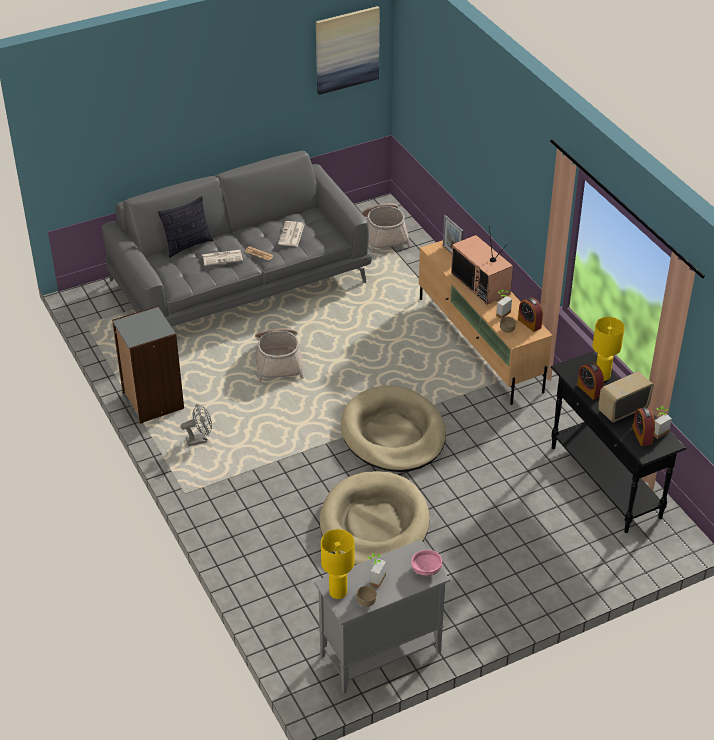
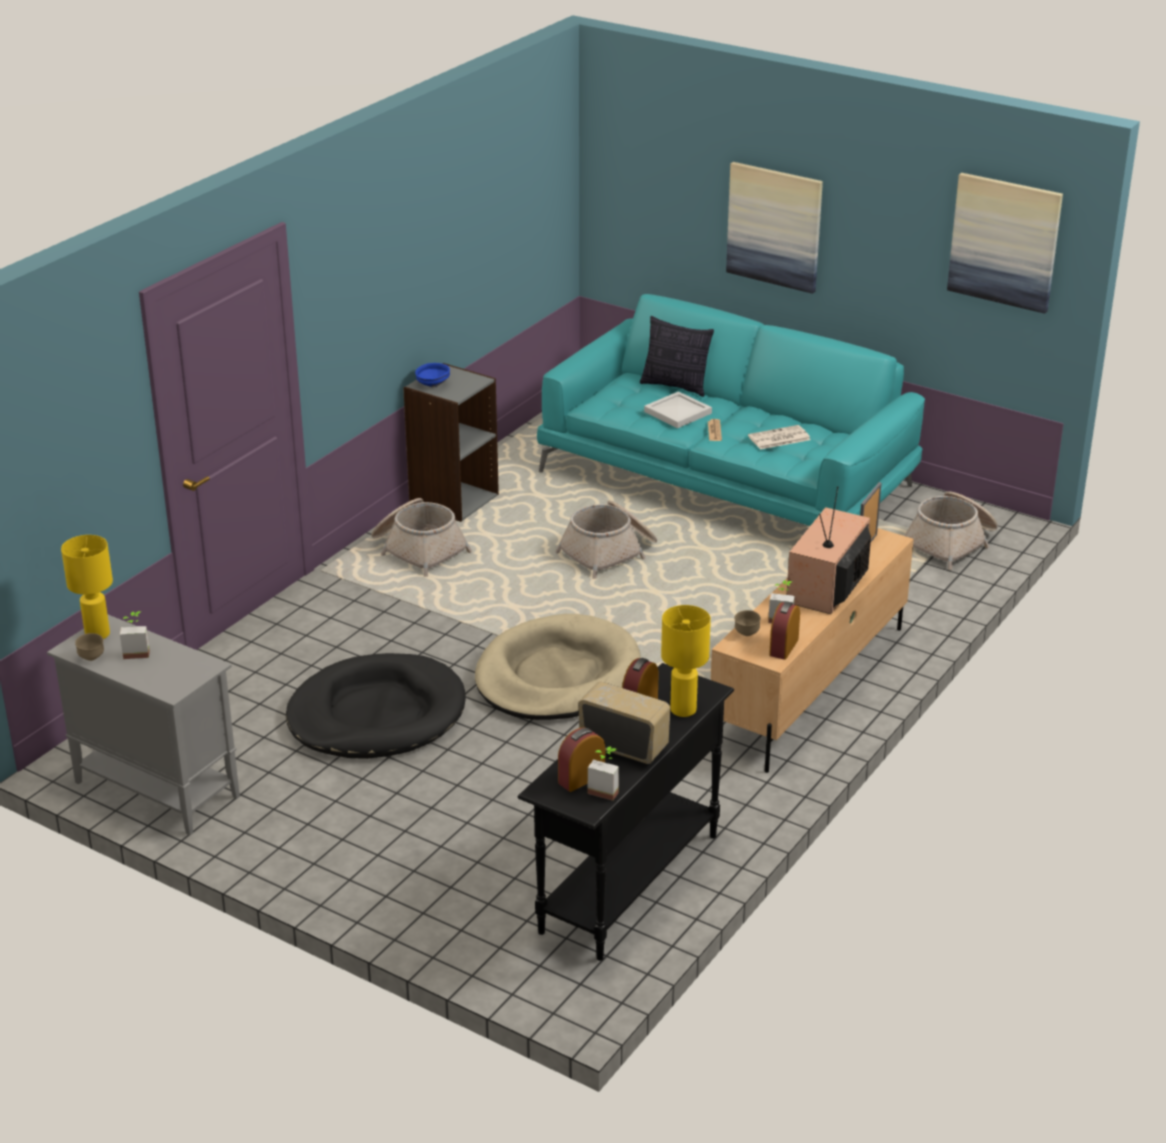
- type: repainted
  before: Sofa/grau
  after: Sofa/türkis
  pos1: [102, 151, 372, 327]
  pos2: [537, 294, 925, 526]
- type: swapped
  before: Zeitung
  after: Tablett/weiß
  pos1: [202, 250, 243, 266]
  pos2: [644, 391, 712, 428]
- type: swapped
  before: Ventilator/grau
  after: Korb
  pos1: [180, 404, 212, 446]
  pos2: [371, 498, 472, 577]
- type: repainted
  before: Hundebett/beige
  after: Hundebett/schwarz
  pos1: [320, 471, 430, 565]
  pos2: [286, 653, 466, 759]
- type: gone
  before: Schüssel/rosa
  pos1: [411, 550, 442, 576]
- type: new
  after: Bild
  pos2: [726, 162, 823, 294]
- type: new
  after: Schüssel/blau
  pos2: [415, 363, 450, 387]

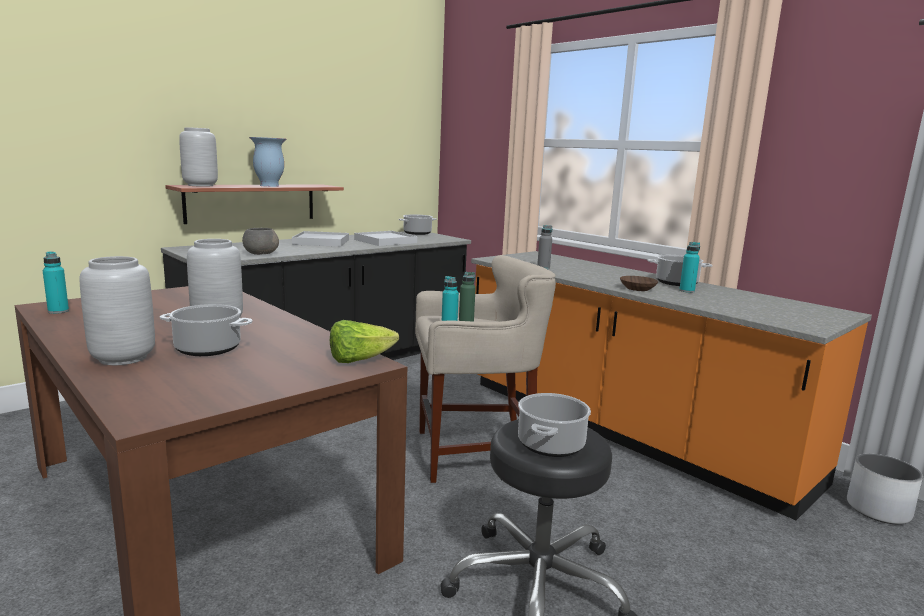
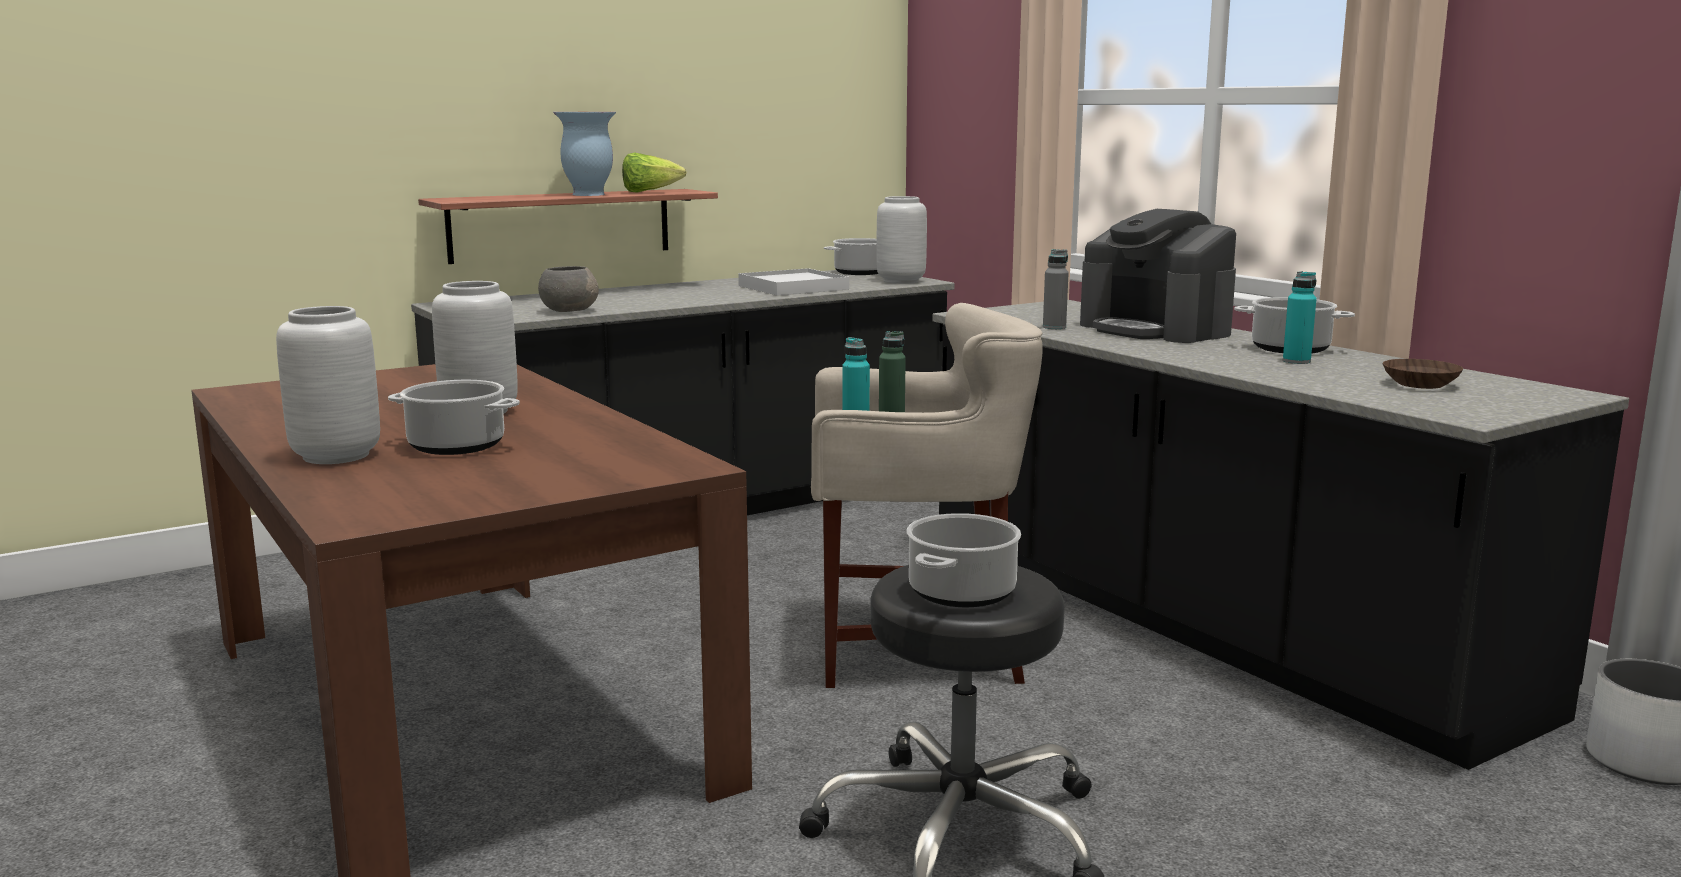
- type: shifted
  before: Vase/grau
  pos1: [179, 127, 218, 187]
  pos2: [876, 196, 927, 283]
- type: gone
  before: Tablett/weiß
  pos1: [292, 231, 349, 247]
- type: gone
  before: Flasche/türkis
  pos1: [43, 251, 69, 314]
- type: repainted
  before: Küchenzeile/orange
  after: Küchenzeile/schwarz
  pos1: [471, 251, 872, 520]
  pos2: [932, 300, 1629, 770]
- type: shifted
  before: Schüssel/braun
  pos1: [620, 276, 658, 291]
  pos2: [1383, 359, 1463, 389]
- type: shifted
  before: Salatkopf
  pos1: [330, 320, 399, 363]
  pos2: [622, 153, 687, 193]
- type: new
  after: Kaffeemaschine
  pos2: [1080, 209, 1236, 343]

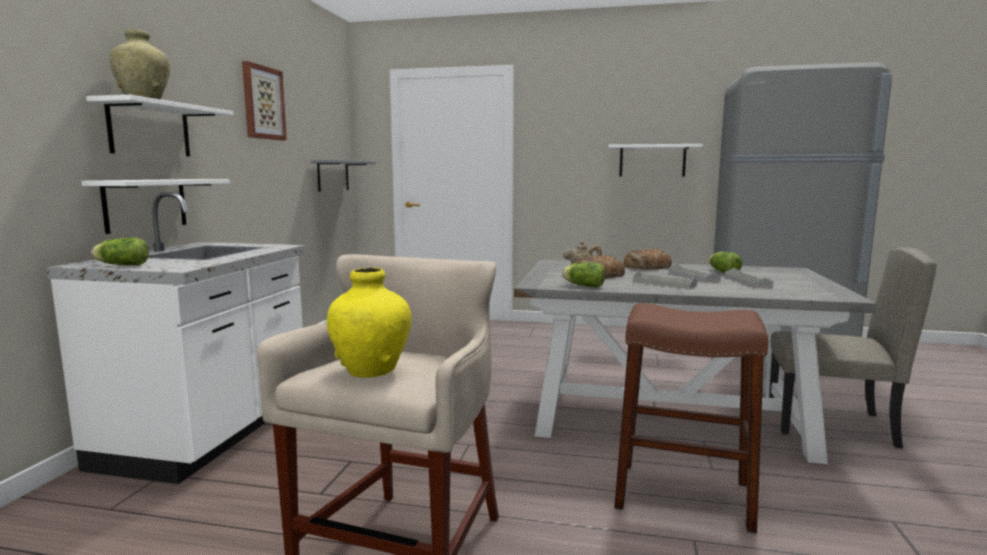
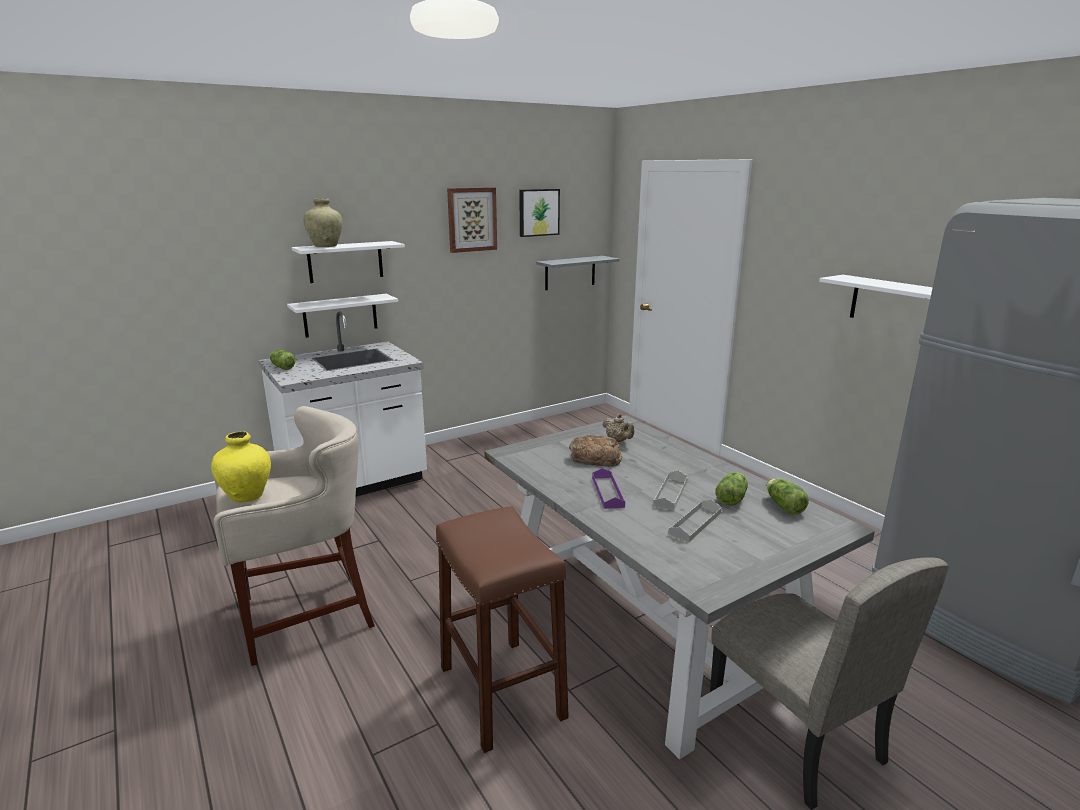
- type: gone
  before: Brot
  pos1: [623, 248, 672, 270]
- type: shifted
  before: Salatkopf
  pos1: [562, 262, 606, 287]
  pos2: [767, 479, 809, 514]
- type: repainted
  before: Tablett/grau
  after: Tablett/lila
  pos1: [633, 271, 697, 289]
  pos2: [592, 468, 625, 509]
- type: new
  after: Bild
  pos2: [519, 189, 560, 237]

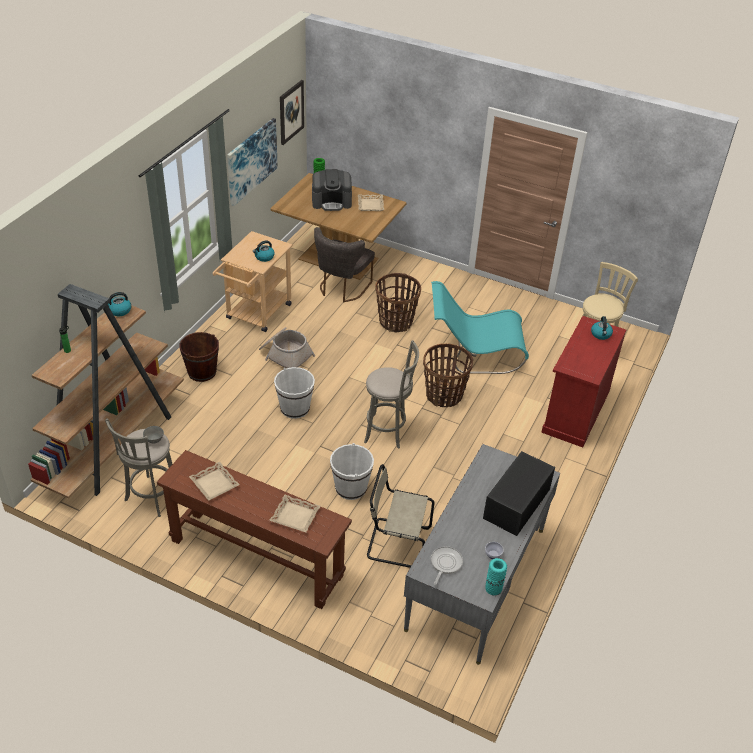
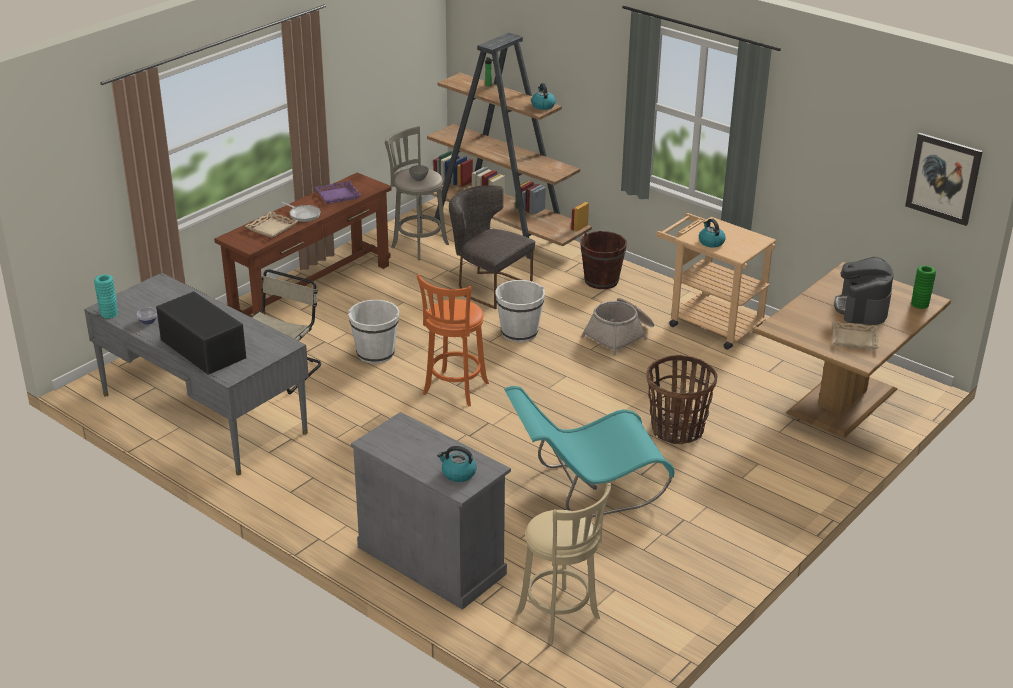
- type: gone
  before: Bild
  pos1: [227, 118, 278, 206]
- type: shifted
  before: Stuhl/grau
  pos1: [314, 227, 375, 302]
  pos2: [449, 185, 535, 309]
- type: rotated
  before: Stuhl/türkis
  pos1: [431, 281, 529, 374]
  pos2: [504, 386, 674, 517]
  turn: -120
- type: repainted
  before: Schrank/rot
  after: Schrank/grau
  pos1: [542, 316, 626, 447]
  pos2: [351, 412, 511, 610]
- type: repainted
  before: Hocker/grau
  after: Hocker/orange
  pos1: [364, 340, 419, 449]
  pos2: [417, 274, 489, 406]
- type: gone
  before: Korb
  pos1: [423, 343, 473, 407]
- type: repainted
  before: Tablett/beige
  after: Tablett/lila
  pos1: [189, 461, 240, 501]
  pos2: [314, 181, 361, 204]
- type: shifted
  before: Pfanne
  pos1: [431, 546, 463, 585]
  pos2: [281, 202, 320, 222]

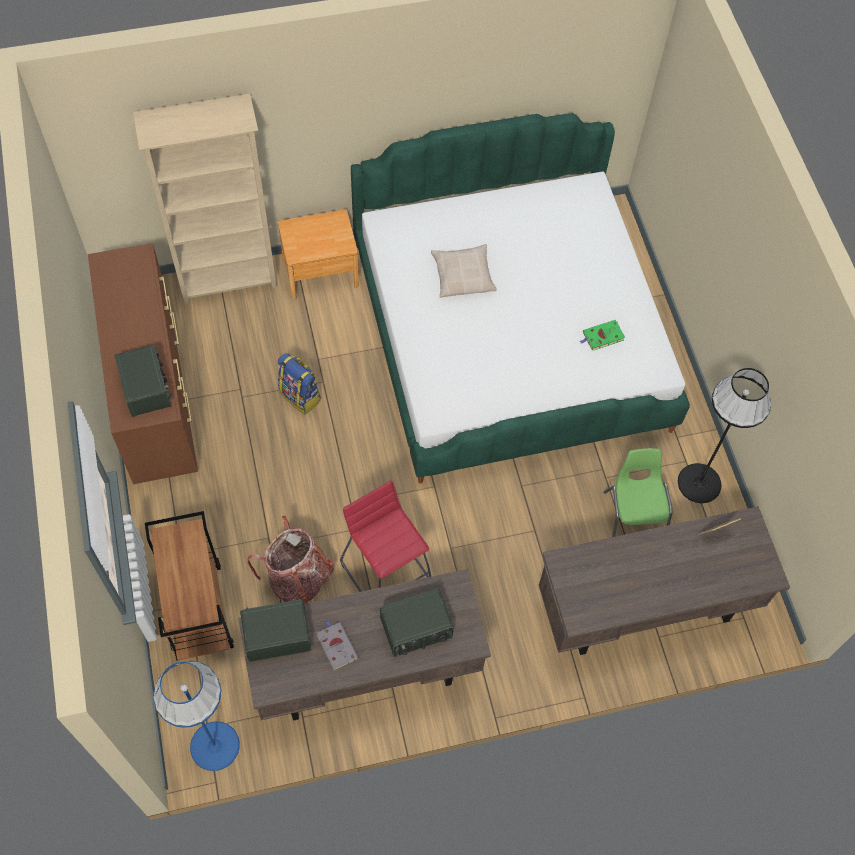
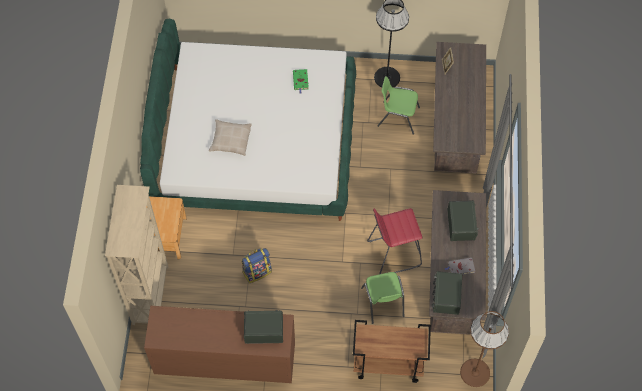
- type: swapped
  before: Rucksack
  after: Stuhl/grün
  pos1: [248, 516, 334, 604]
  pos2: [361, 272, 404, 324]
- type: repainted
  before: Stehlampe/blau
  after: Stehlampe/braun
  pos1: [153, 661, 240, 771]
  pos2: [460, 311, 509, 387]

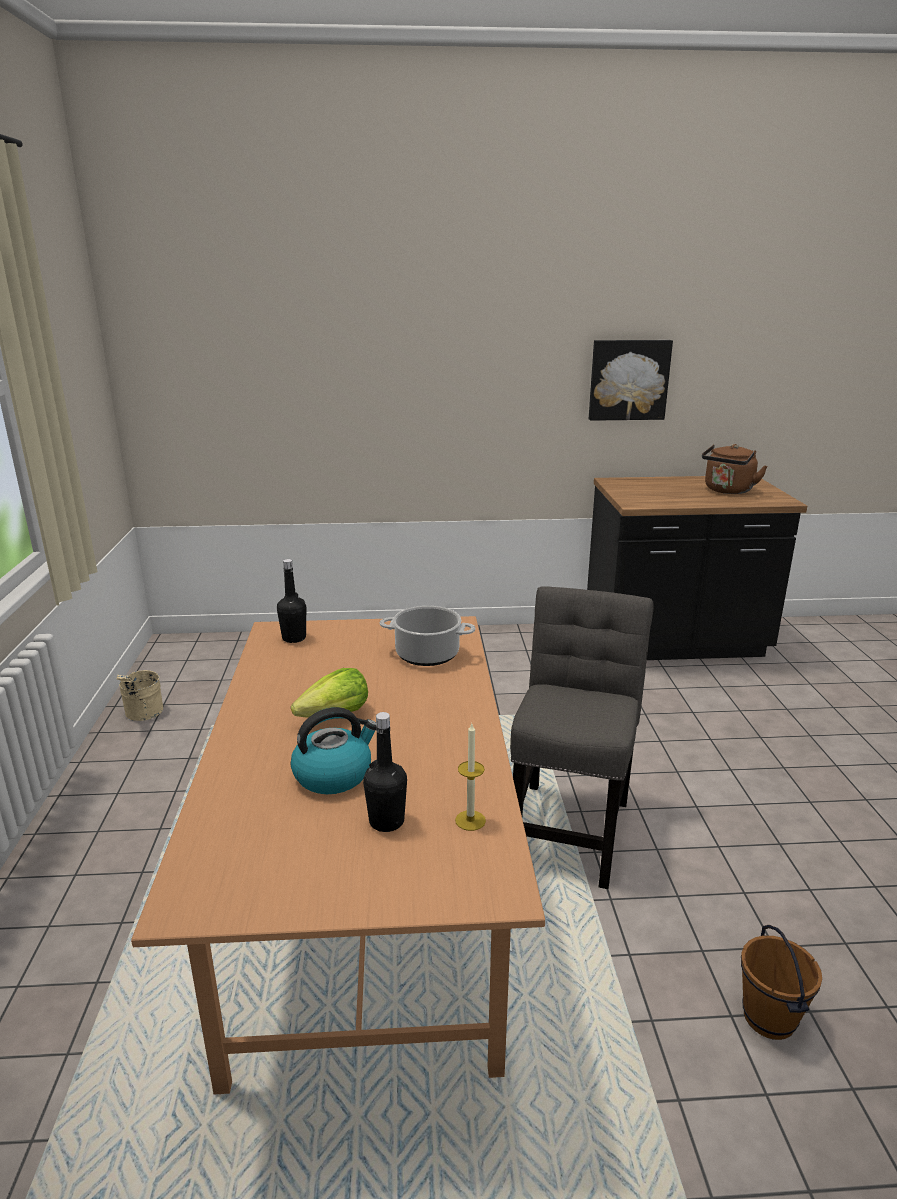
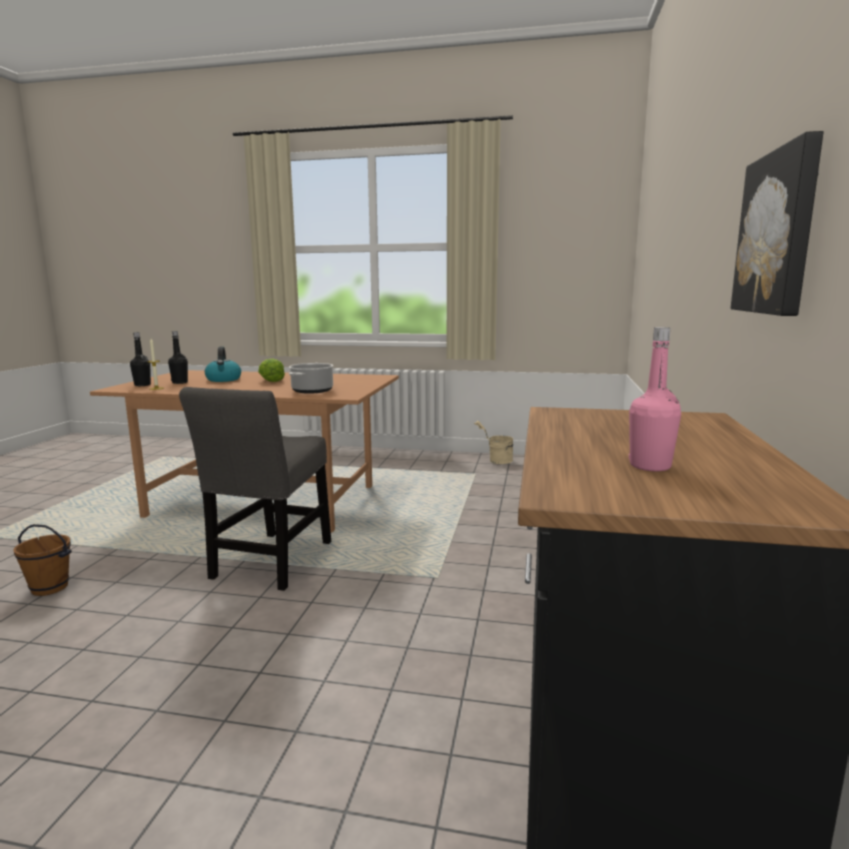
- type: swapped
  before: Wasserkessel/braun
  after: Flasche/rosa
  pos1: [702, 444, 768, 494]
  pos2: [629, 327, 681, 471]
- type: shifted
  before: Flasche/schwarz
  pos1: [277, 559, 306, 643]
  pos2: [130, 332, 151, 386]
- type: rotated
  before: Stuhl/grau
  pos1: [510, 586, 654, 889]
  pos2: [179, 387, 331, 591]
  turn: 75

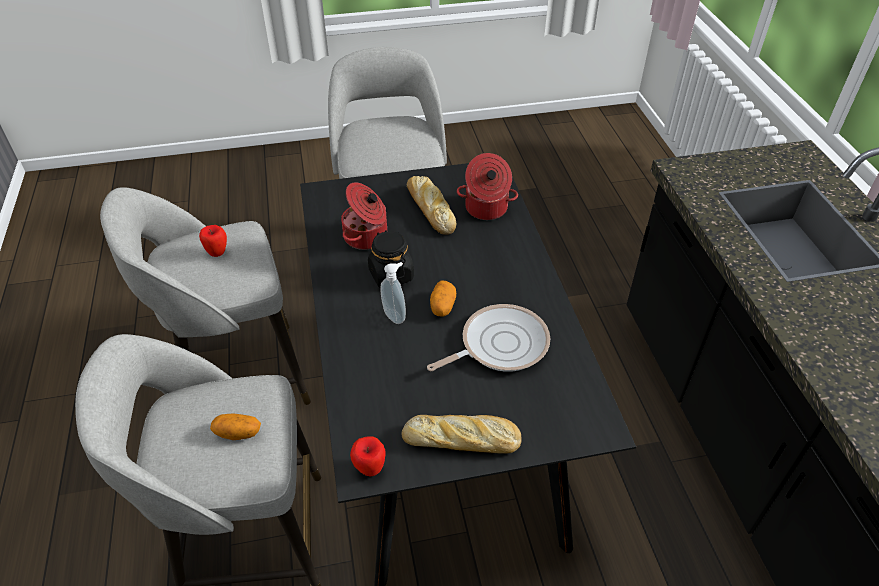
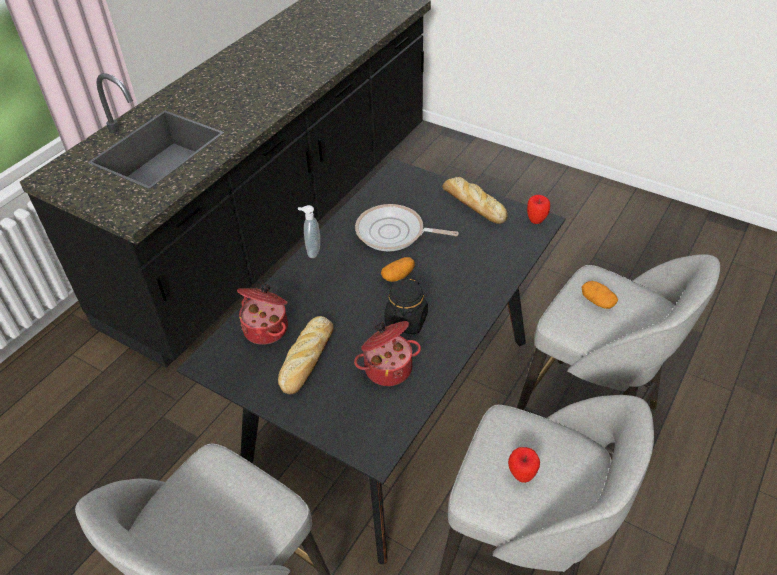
- type: shifted
  before: Seifenspender
  pos1: [380, 262, 406, 324]
  pos2: [298, 205, 320, 258]

